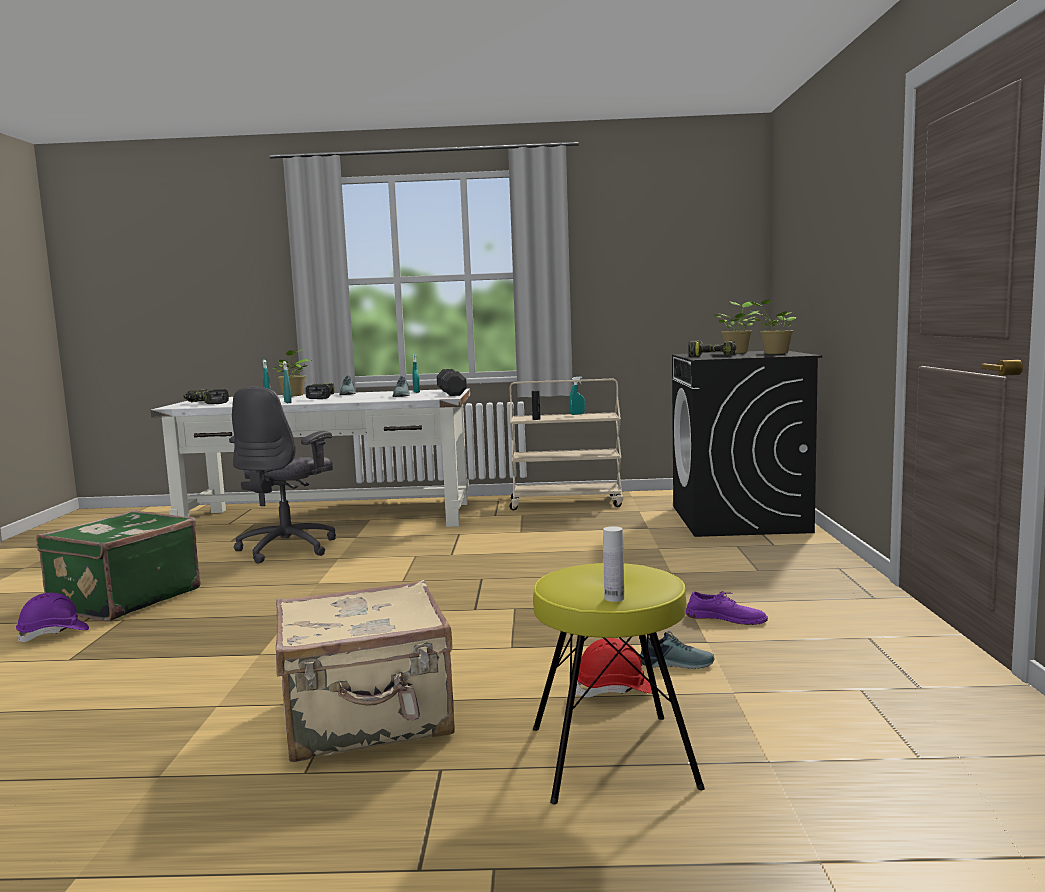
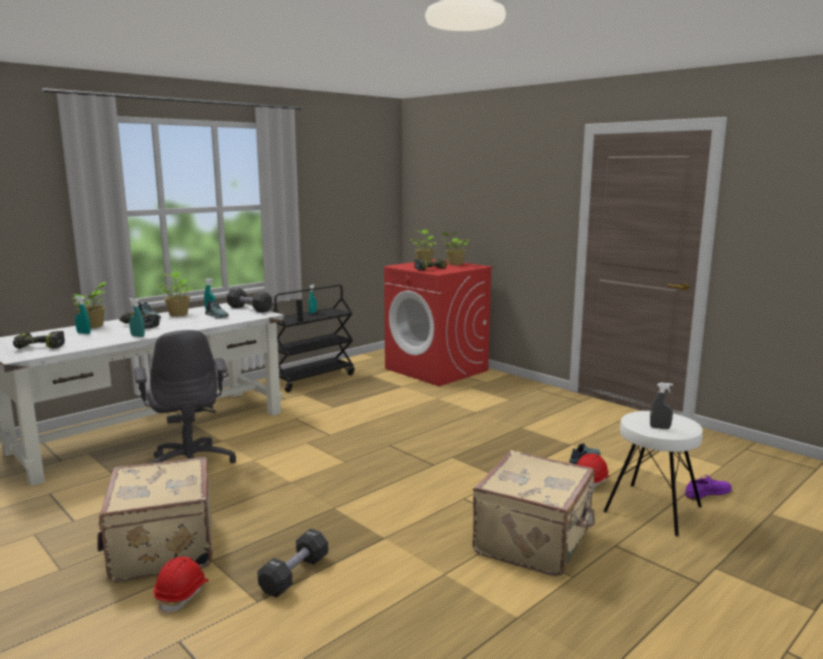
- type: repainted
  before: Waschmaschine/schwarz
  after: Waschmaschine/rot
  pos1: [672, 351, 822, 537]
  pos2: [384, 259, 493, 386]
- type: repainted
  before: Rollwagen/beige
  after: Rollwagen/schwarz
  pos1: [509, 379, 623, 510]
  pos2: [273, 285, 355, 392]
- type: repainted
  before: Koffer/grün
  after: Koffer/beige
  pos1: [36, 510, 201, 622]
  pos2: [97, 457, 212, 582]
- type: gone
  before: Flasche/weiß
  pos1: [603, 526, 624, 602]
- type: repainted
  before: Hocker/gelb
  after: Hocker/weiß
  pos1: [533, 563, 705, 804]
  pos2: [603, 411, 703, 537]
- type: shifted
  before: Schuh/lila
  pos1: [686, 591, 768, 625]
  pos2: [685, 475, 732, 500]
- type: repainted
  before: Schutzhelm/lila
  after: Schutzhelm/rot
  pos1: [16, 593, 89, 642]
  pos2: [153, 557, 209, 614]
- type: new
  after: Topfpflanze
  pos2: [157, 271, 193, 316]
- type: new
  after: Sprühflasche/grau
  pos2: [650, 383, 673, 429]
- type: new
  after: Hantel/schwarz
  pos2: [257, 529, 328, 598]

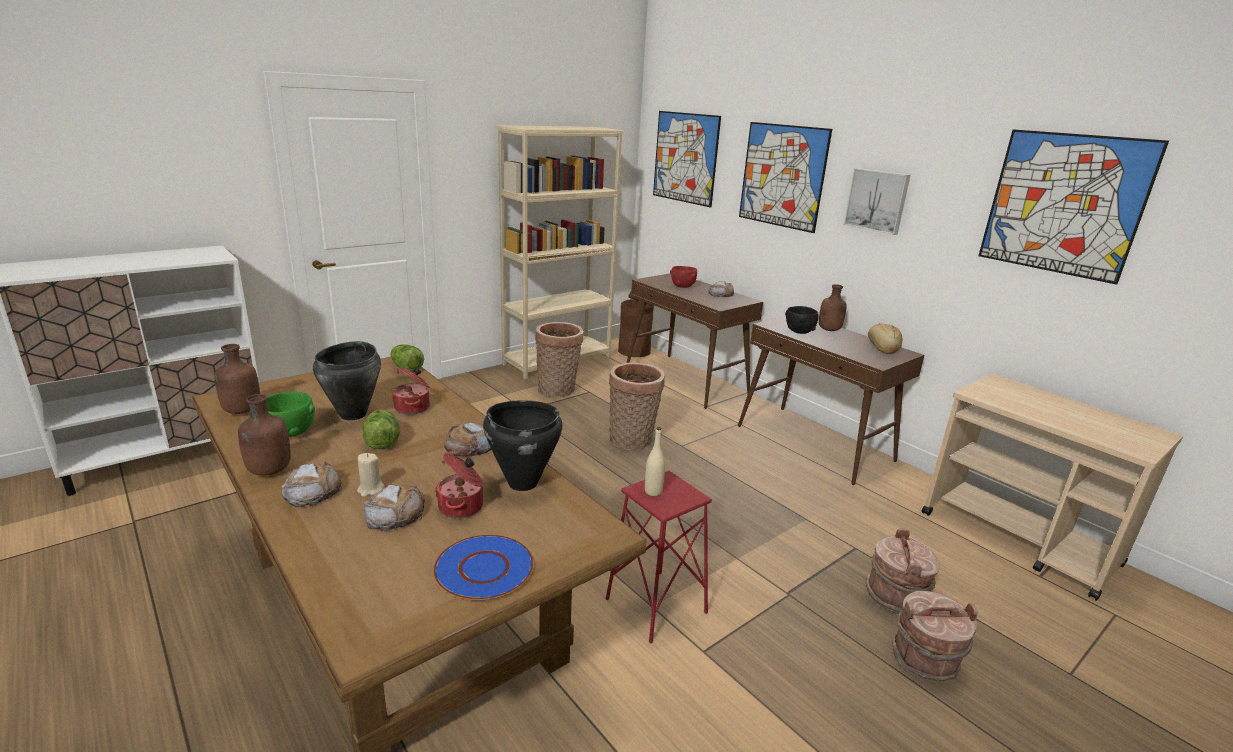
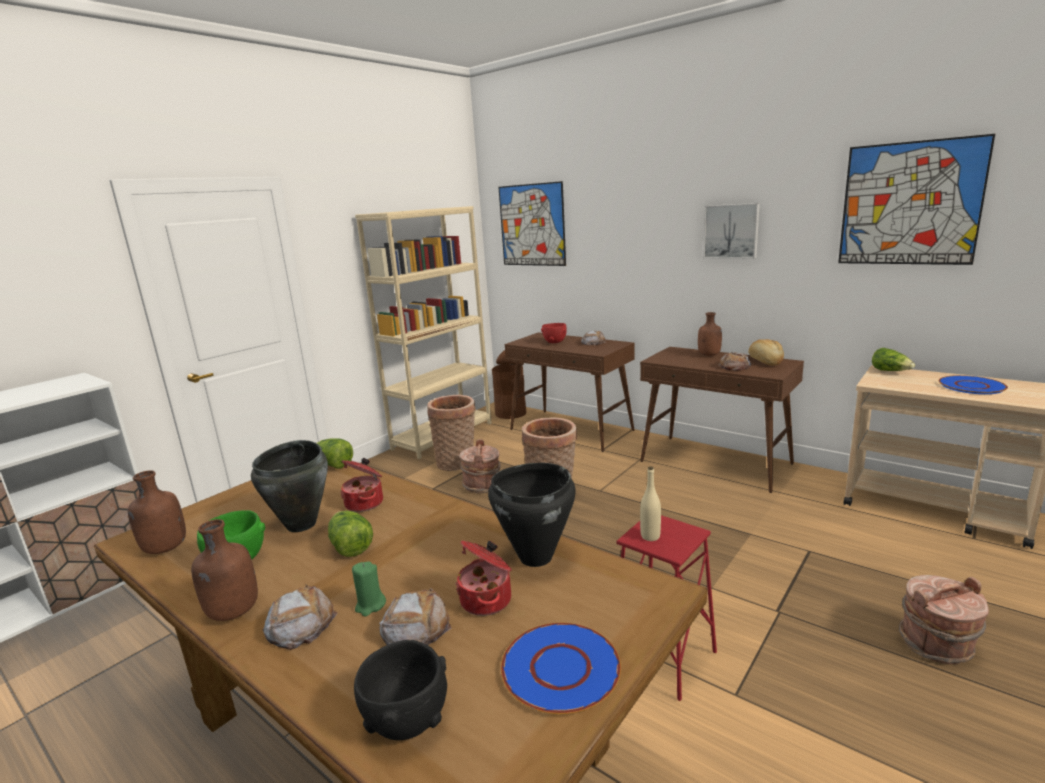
- type: gone
  before: Bild
  pos1: [739, 122, 832, 233]
- type: shifted
  before: Schüssel/schwarz
  pos1: [785, 306, 819, 334]
  pos2: [354, 640, 447, 740]
- type: shifted
  before: Brot
  pos1: [444, 421, 491, 456]
  pos2: [719, 352, 751, 371]
- type: repainted
  before: Kerze/beige
  after: Kerze/grün
  pos1: [357, 453, 384, 497]
  pos2: [352, 561, 386, 616]
- type: shifted
  before: Eimer/braun
  pos1: [866, 528, 940, 614]
  pos2: [459, 439, 501, 493]
- type: new
  after: Salatkopf
  pos2: [872, 348, 915, 371]
- type: new
  after: Teller/blau
  pos2: [939, 375, 1008, 394]

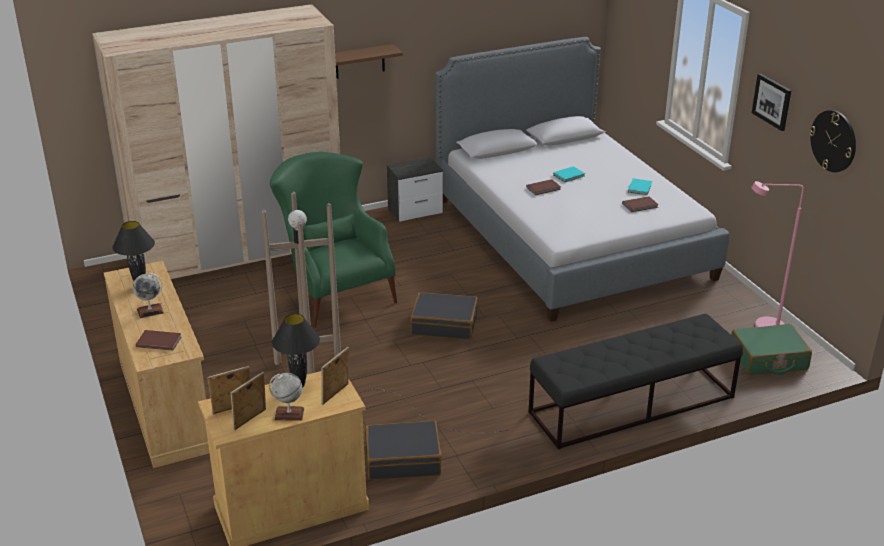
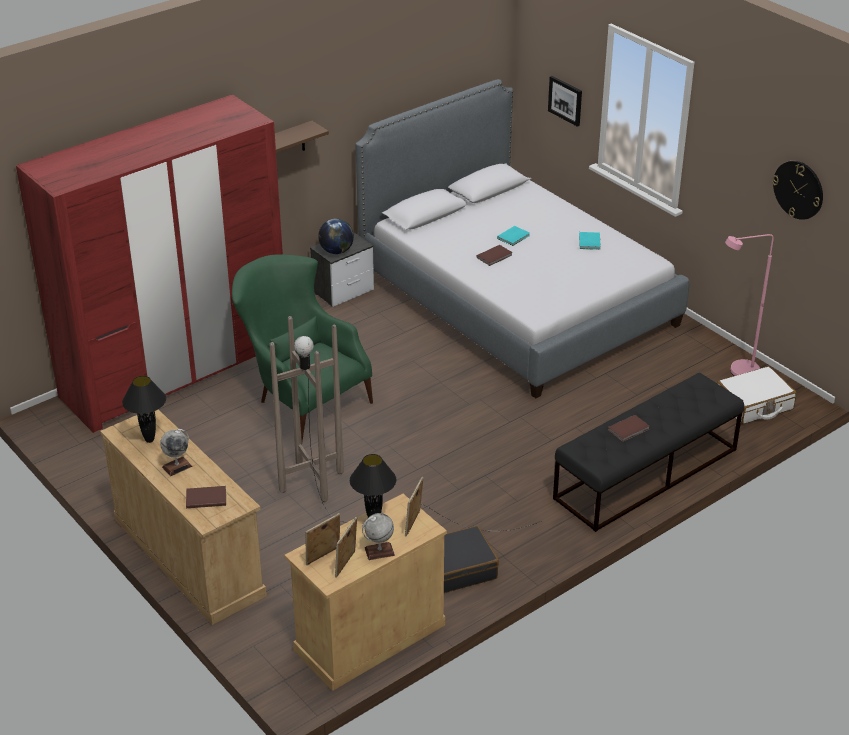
- type: repainted
  before: Kleiderschrank/beige
  after: Kleiderschrank/rot
  pos1: [92, 4, 340, 279]
  pos2: [16, 95, 283, 433]
- type: shifted
  before: Bild
  pos1: [752, 73, 791, 131]
  pos2: [548, 76, 582, 127]
- type: shifted
  before: Buch/braun
  pos1: [622, 196, 658, 212]
  pos2: [608, 415, 649, 442]
- type: gone
  before: Koffer/schwarz
  pos1: [410, 292, 478, 340]
- type: repainted
  before: Koffer/grün
  after: Koffer/weiß
  pos1: [731, 324, 812, 375]
  pos2: [717, 366, 796, 424]
- type: new
  after: Globus
  pos2: [318, 219, 354, 254]

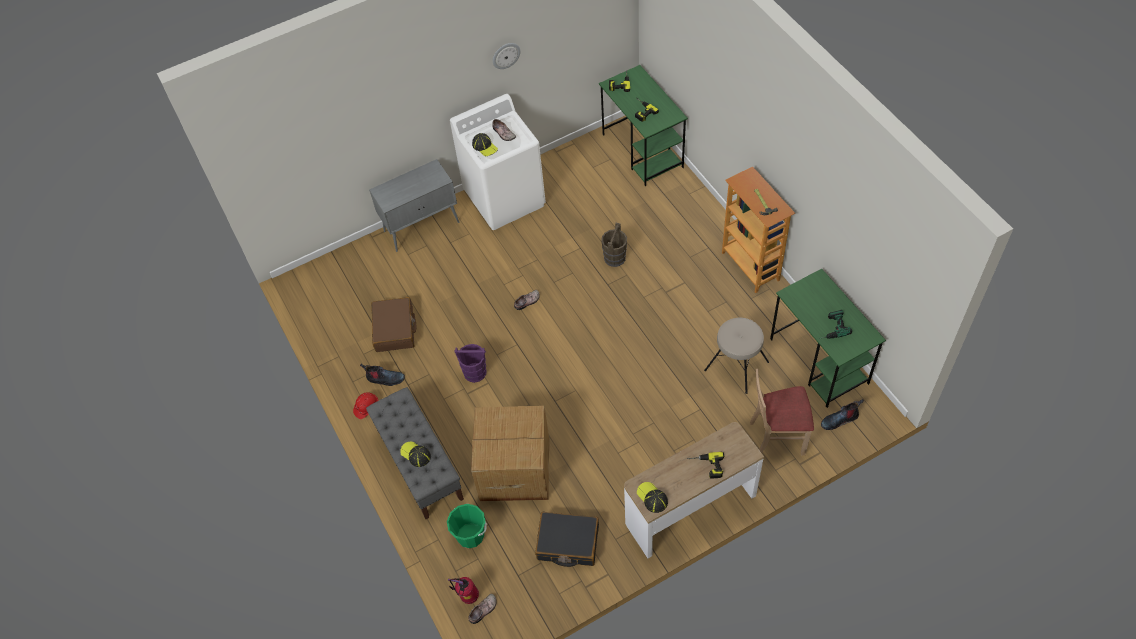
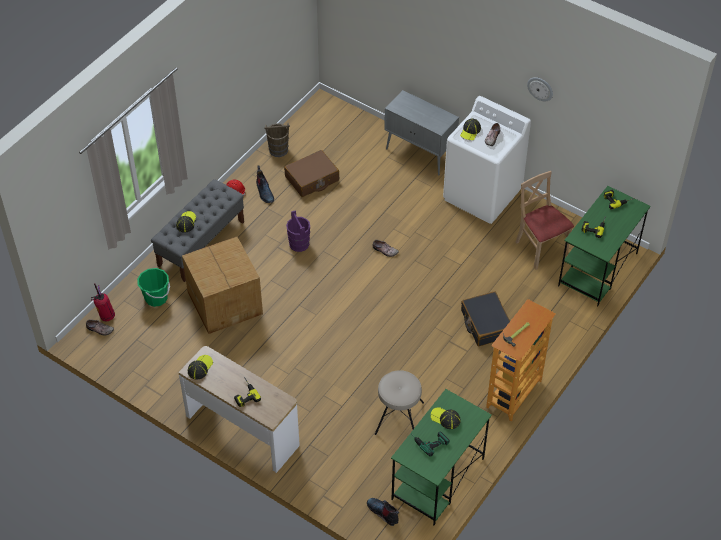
- type: shifted
  before: Eimer/braun
  pos1: [601, 223, 627, 267]
  pos2: [264, 123, 290, 157]
- type: shifted
  before: Stuhl/beige
  pos1: [750, 369, 814, 456]
  pos2: [515, 171, 574, 270]
- type: shifted
  before: Koffer/schwarz
  pos1: [535, 512, 599, 567]
  pos2: [461, 291, 510, 346]
- type: new
  after: Kappe
  pos2: [431, 407, 460, 429]

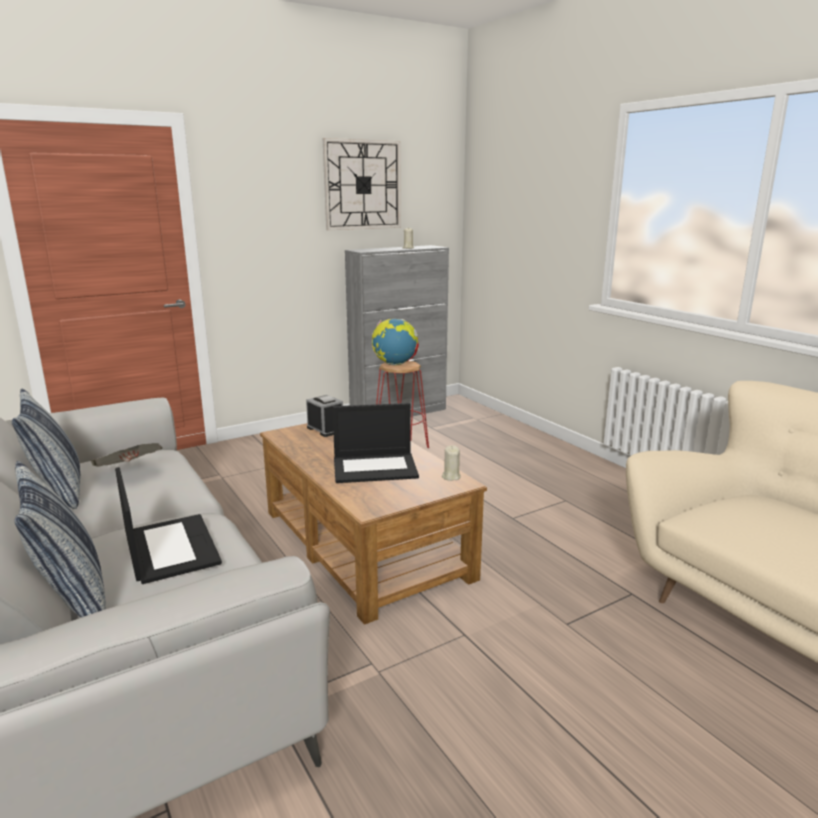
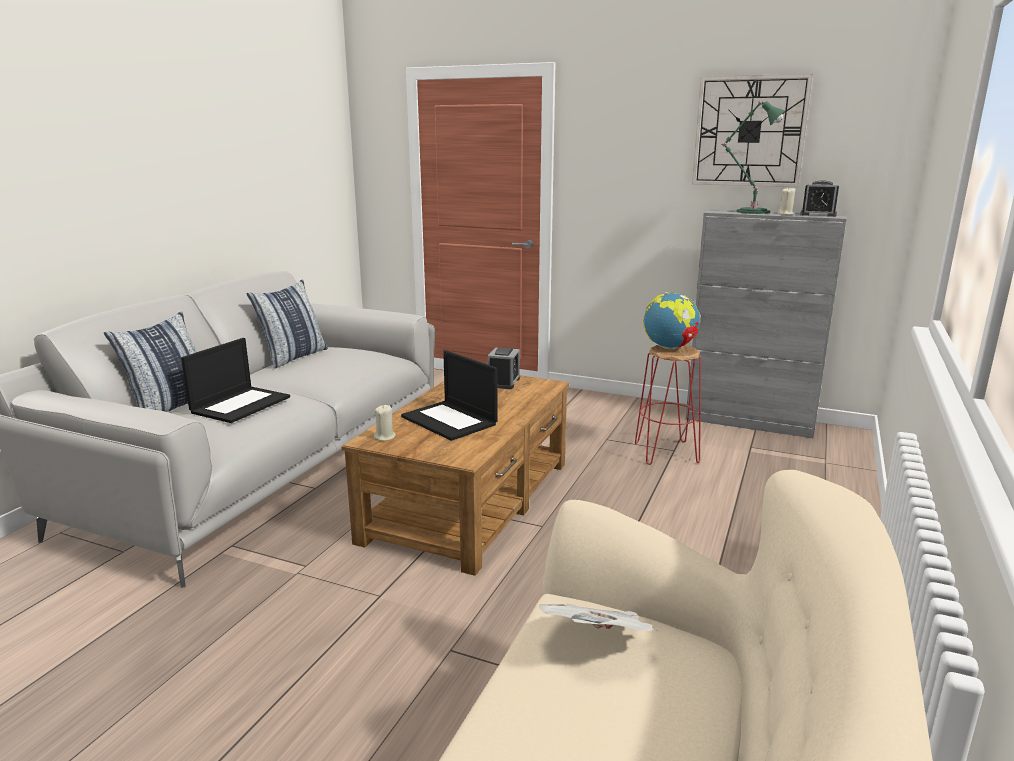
- type: shifted
  before: Zeitung
  pos1: [90, 443, 163, 467]
  pos2: [539, 604, 658, 631]
- type: shifted
  before: Kerze/beige
  pos1: [442, 445, 461, 481]
  pos2: [374, 405, 396, 441]
- type: new
  after: Tischlampe/grün
  pos2: [722, 100, 786, 214]
- type: new
  after: Wecker
  pos2: [800, 180, 839, 217]

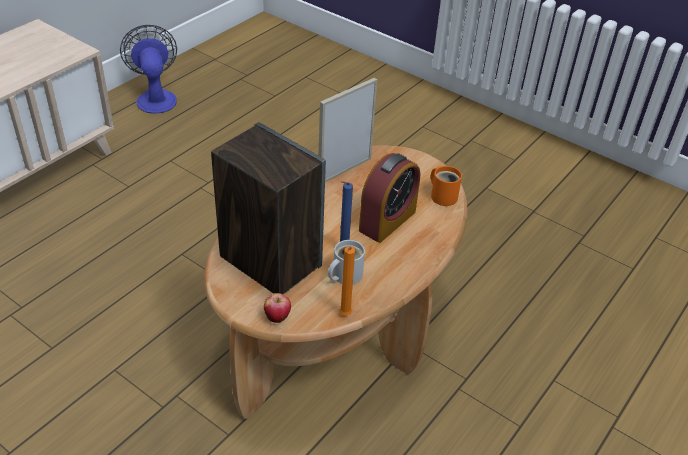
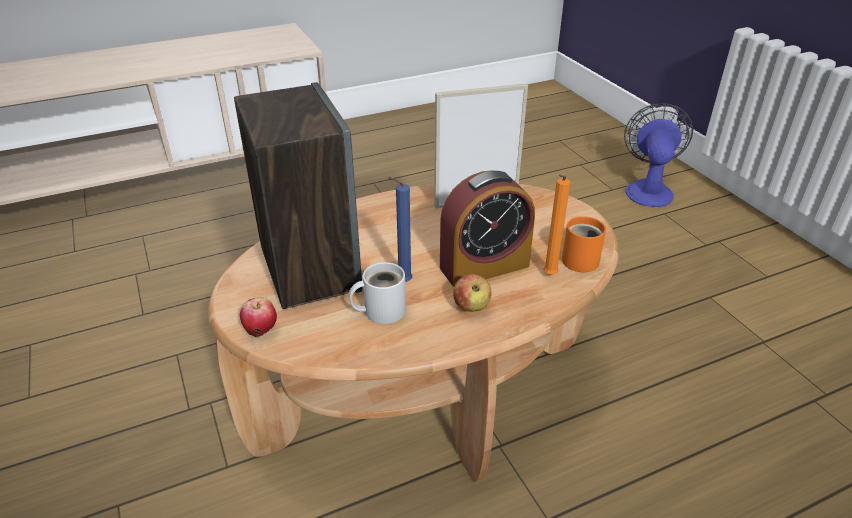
- type: shifted
  before: Ventilator
  pos1: [120, 25, 177, 114]
  pos2: [624, 103, 693, 207]
- type: shifted
  before: Kerze/orange
  pos1: [340, 246, 355, 316]
  pos2: [543, 174, 570, 275]
- type: new
  after: Apfel
  pos2: [453, 274, 492, 312]

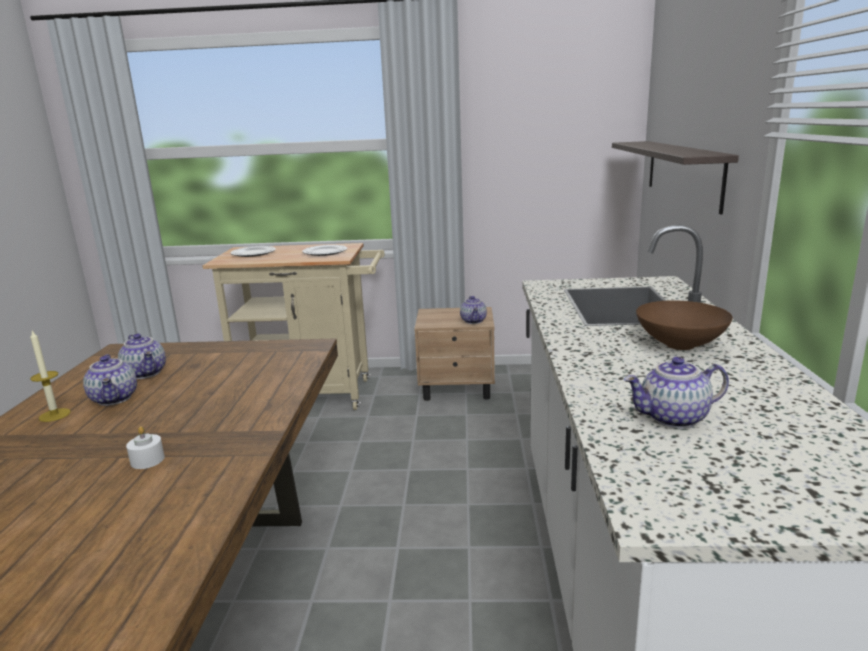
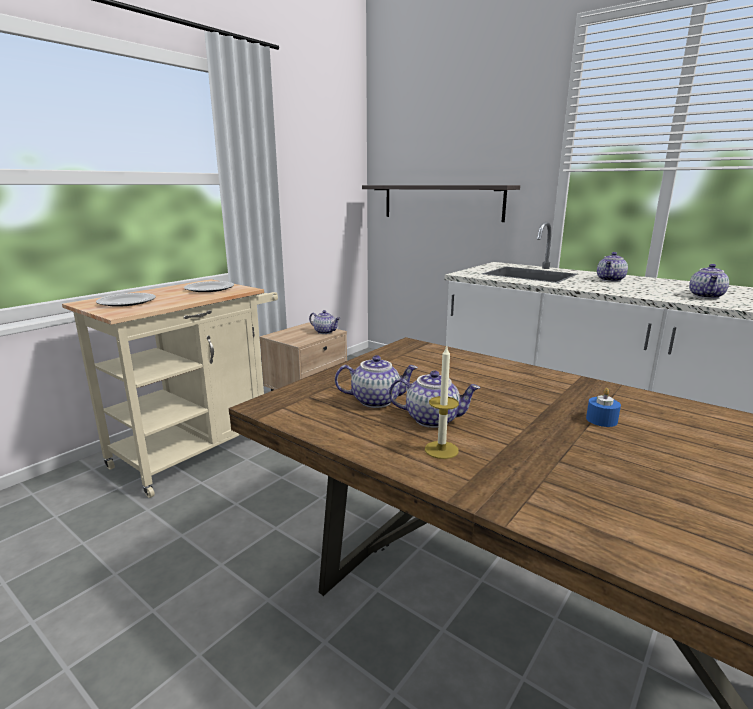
- type: swapped
  before: Schüssel/braun
  after: Teekanne
  pos1: [636, 300, 733, 350]
  pos2: [597, 252, 628, 282]
- type: repainted
  before: Kerze/weiß
  after: Kerze/blau
  pos1: [126, 426, 165, 469]
  pos2: [586, 388, 621, 427]

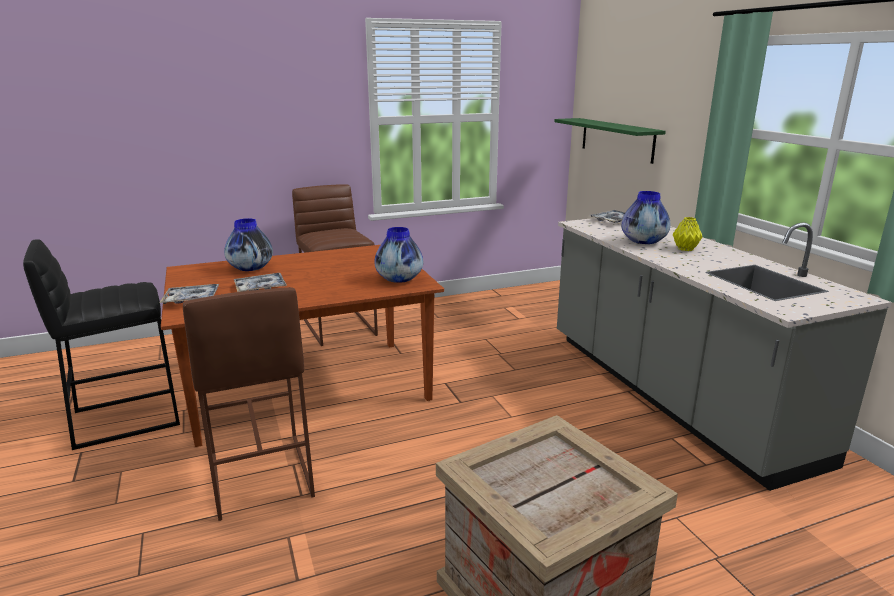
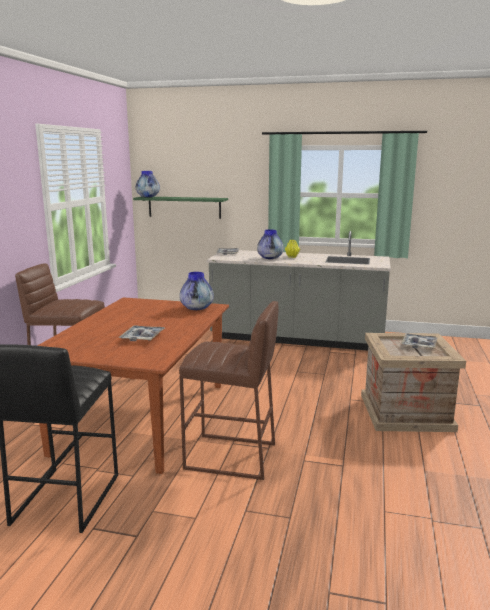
- type: shifted
  before: Vase
  pos1: [224, 218, 273, 271]
  pos2: [136, 171, 160, 197]
- type: shifted
  before: Tablett
  pos1: [159, 284, 219, 304]
  pos2: [402, 333, 437, 349]

